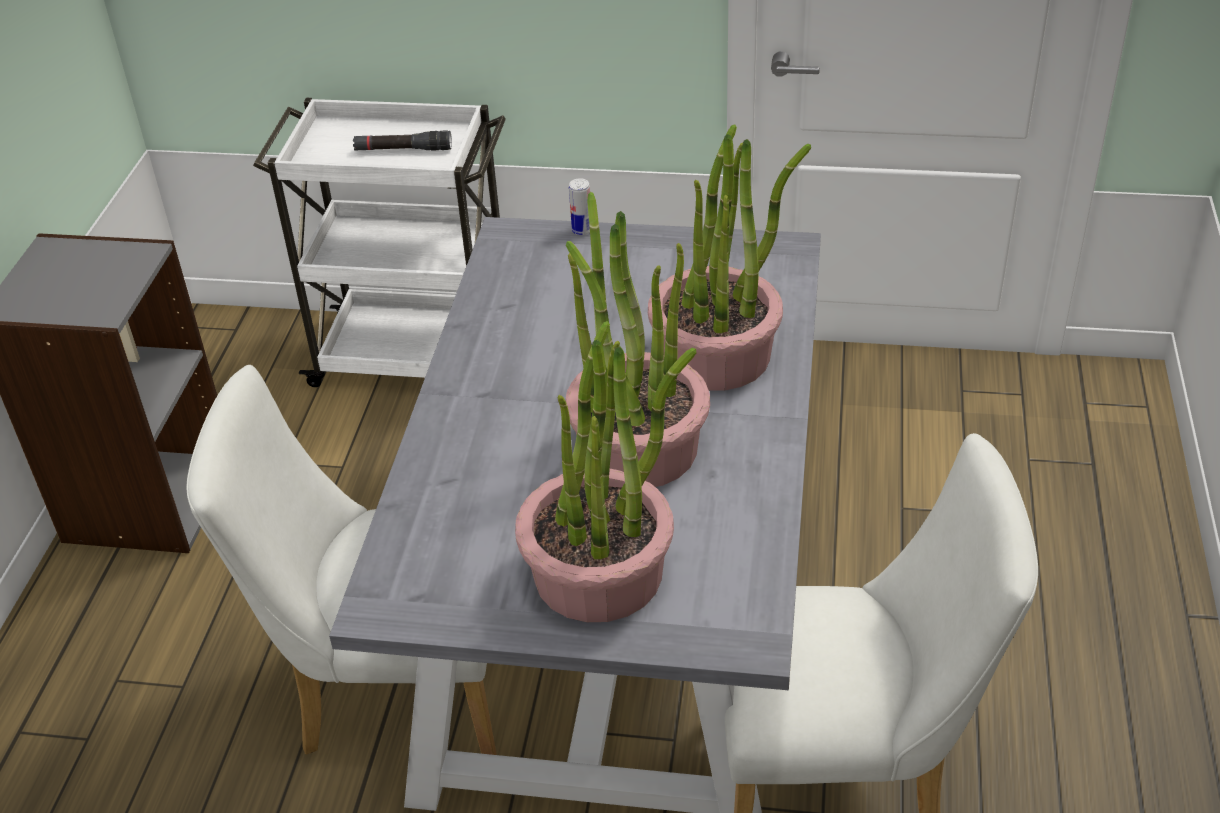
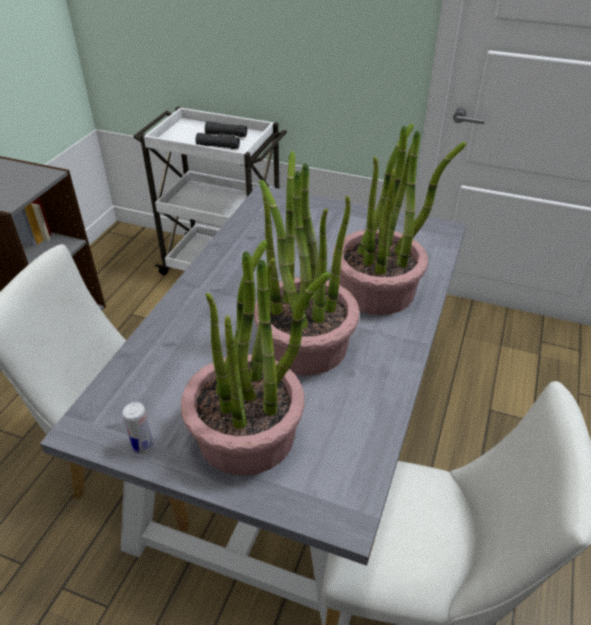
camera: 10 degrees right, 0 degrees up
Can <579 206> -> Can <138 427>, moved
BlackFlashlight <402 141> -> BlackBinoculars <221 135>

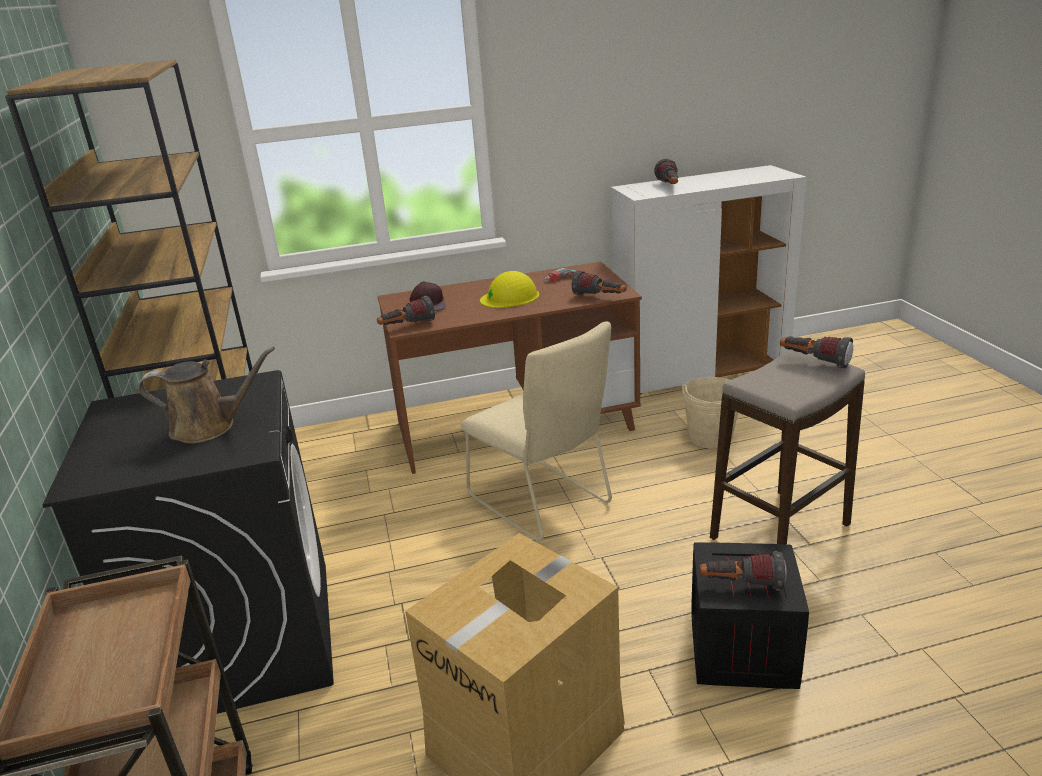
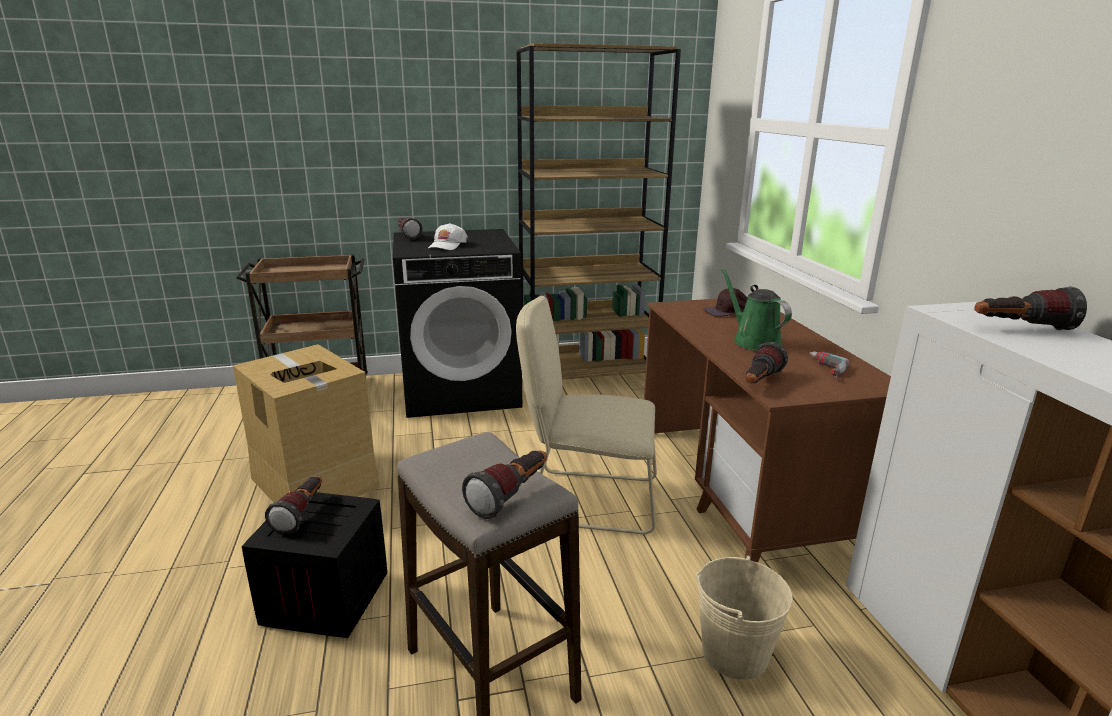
camera: 90 degrees right, 5 degrees down
Flashlight <406 310> -> Flashlight <410 229>, moved
BrownWateringCan <206 395> -> WhiteCap <448 236>
BeigeChair <536 432> -> BeigeChair <586 415>, 45 degrees clockwise
YellowHardHat <509 289> -> GreenWateringCan <756 309>

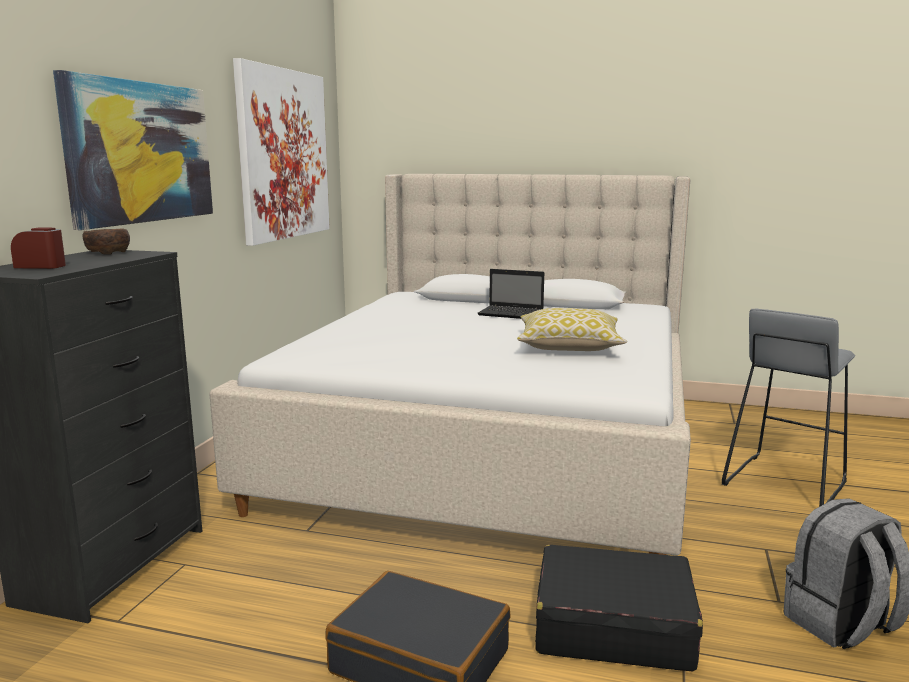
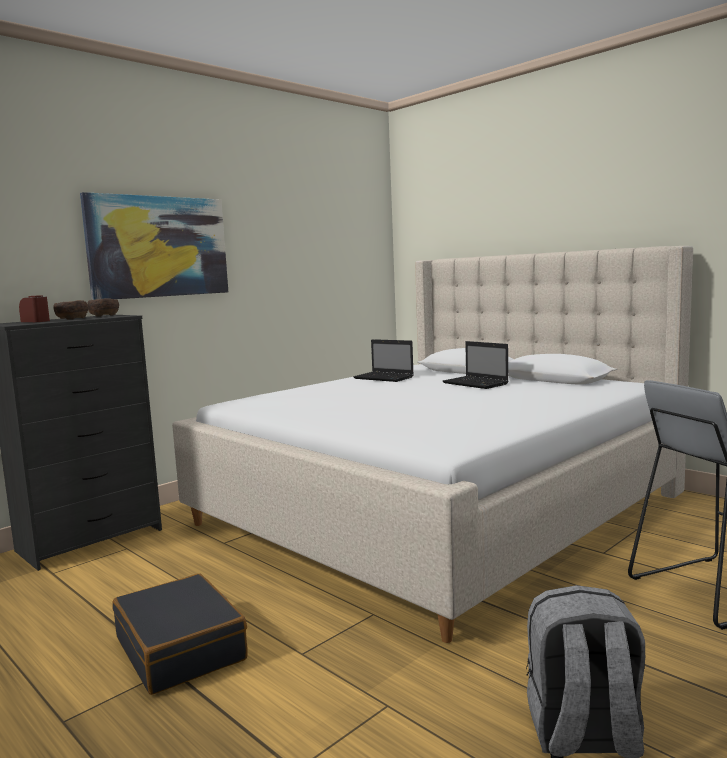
camera: 30 degrees right, 5 degrees down
none -> BrownBowl <70 310>
none -> Laptop <383 360>
Picture <281 152> -> none
Pillow <572 329> -> none
BlackSuitcase <619 608> -> none

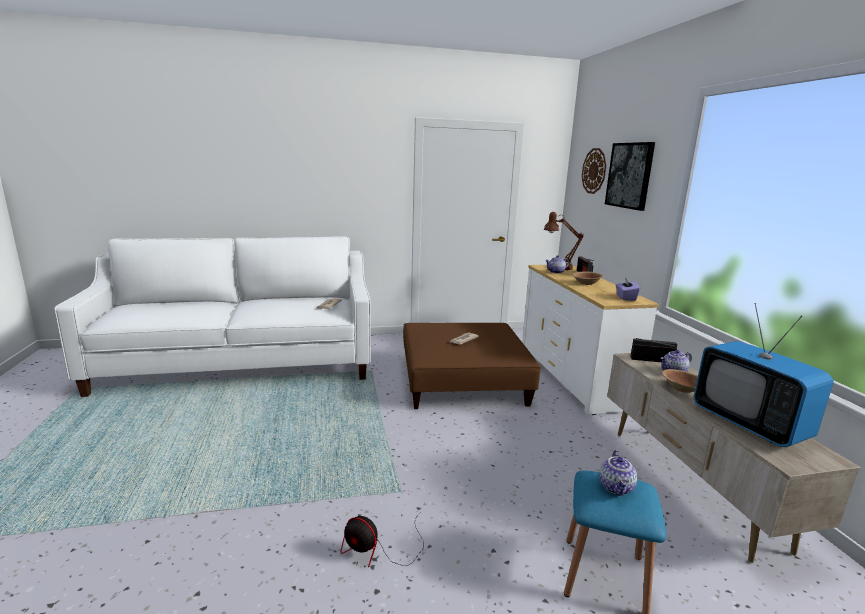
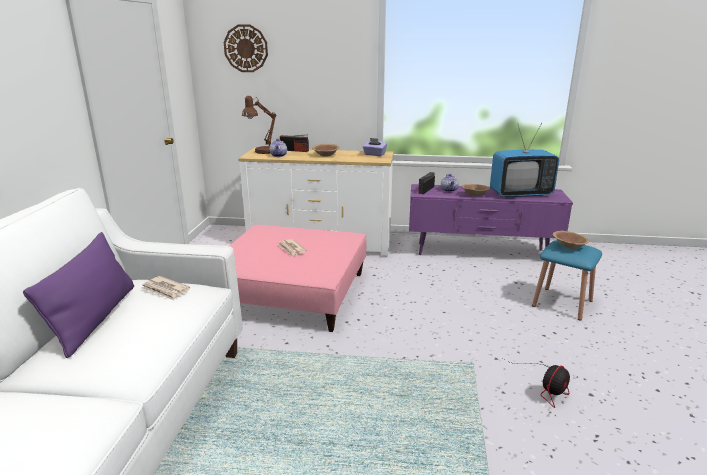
camera: 70 degrees left, 5 degrees up
none -> PurplePillow <78 295>
BrownOttoman <472 366> -> PinkOttoman <298 278>
BeigeTvStand <734 458> -> PurpleTvStand <491 219>
Teapot <618 473> -> BrownBowl <571 240>
Picture <630 176> -> none

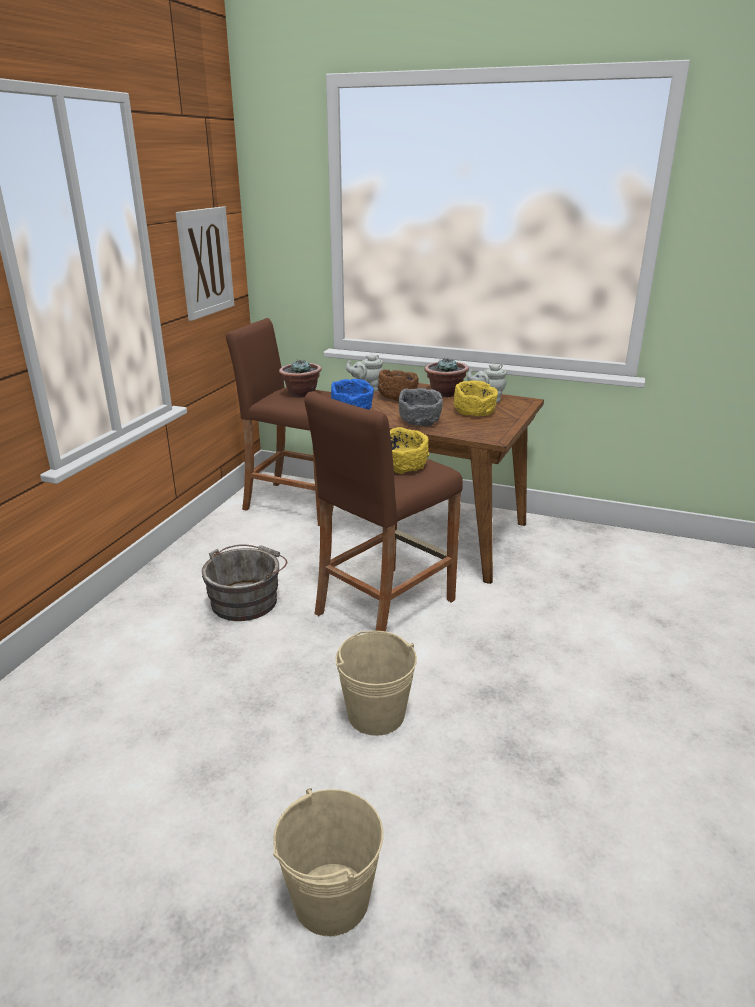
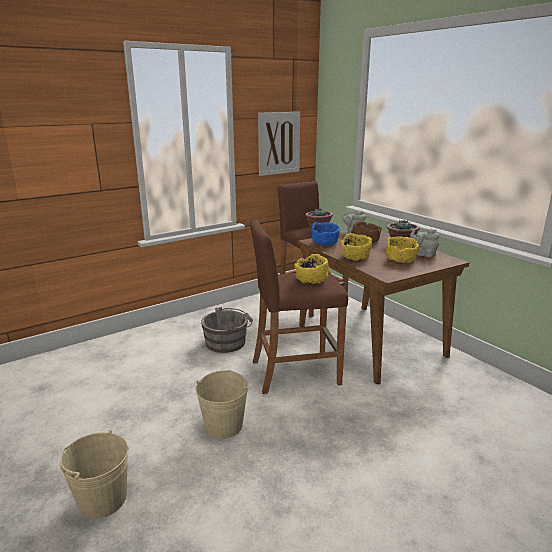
camera: 35 degrees right, 5 degrees down
GreyBowl <421 407> -> YellowBowl <356 247>

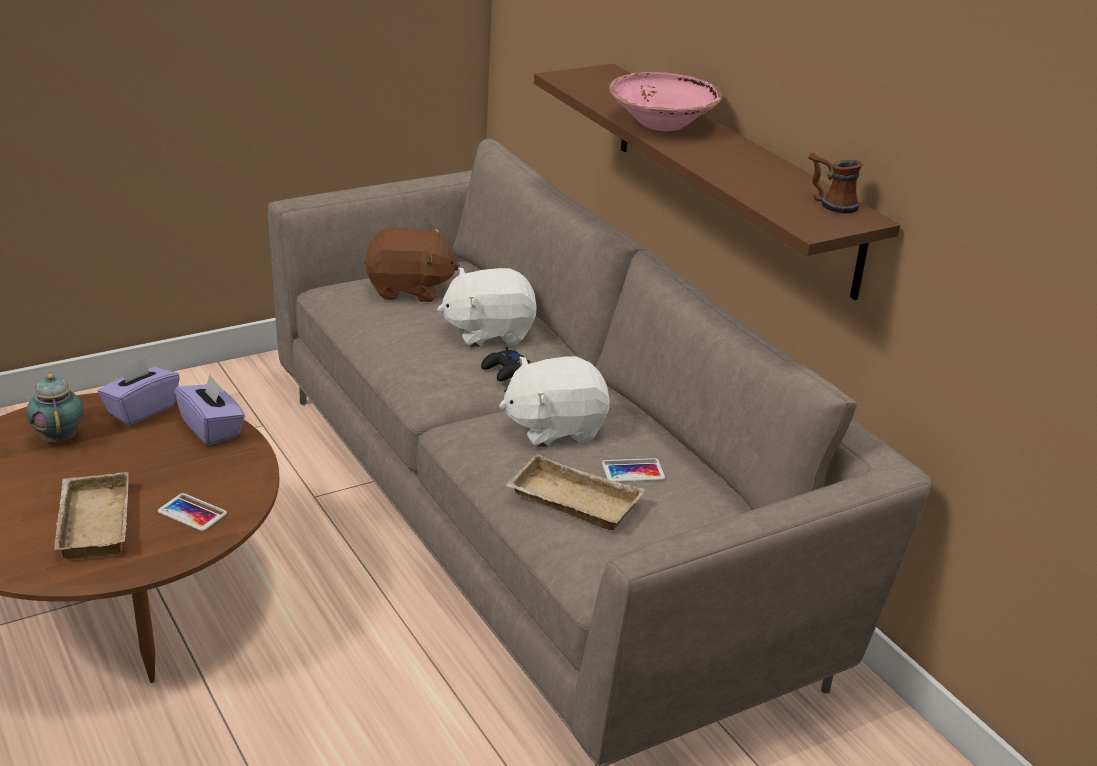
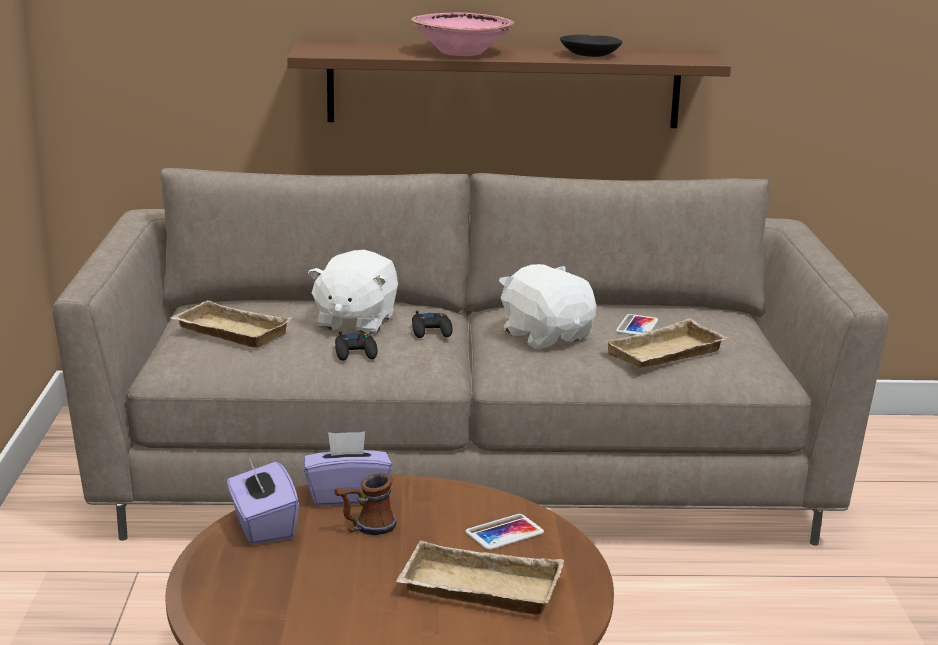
camera: 60 degrees left, 10 degrees down
BrownPlushToy <412 264> -> BeigeTray <231 324>
Mug <836 183> -> Mug <365 504>, moved
none -> BlackGameController <356 346>
WhitePlushToy <554 401> -> WhitePlushToy <548 306>, 135 degrees clockwise
none -> BlackBowl <591 46>
Teapot <55 408> -> none

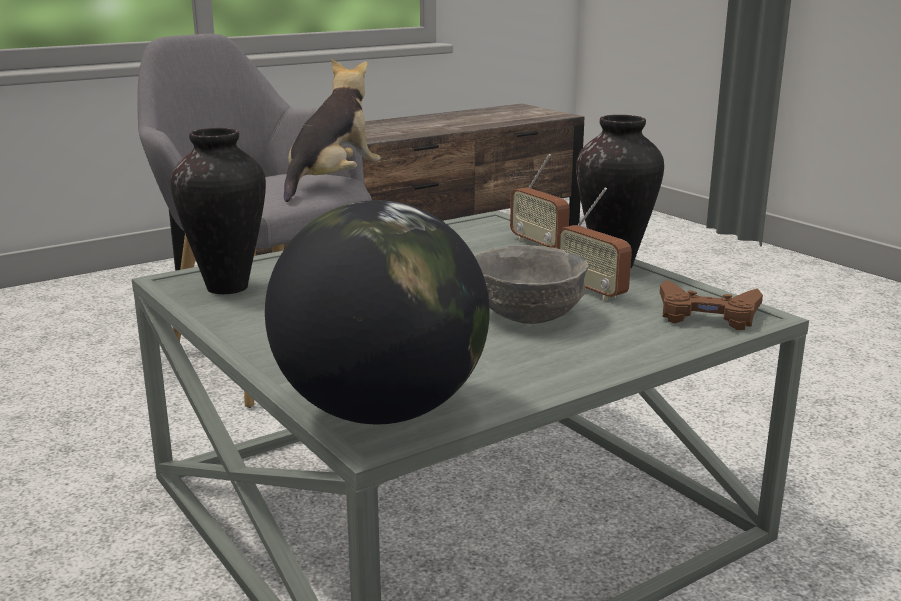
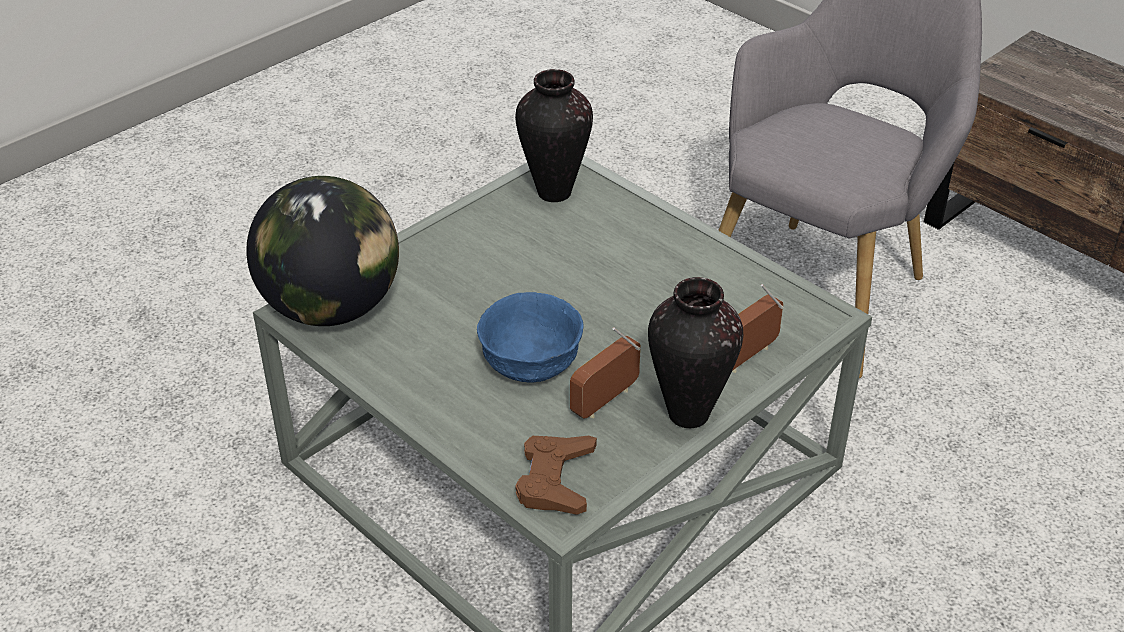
camera: 80 degrees right, 20 degrees up
GreyBowl <532 284> -> BlueBowl <530 337>
PlushToy <332 130> -> none

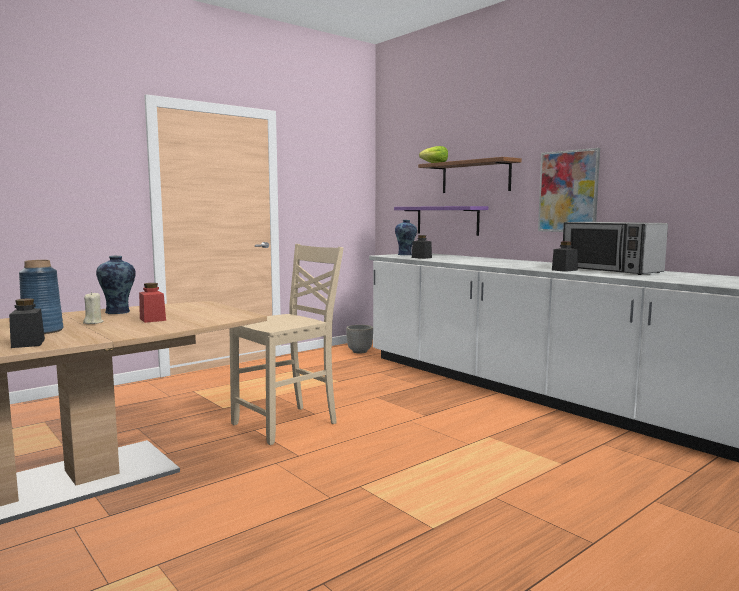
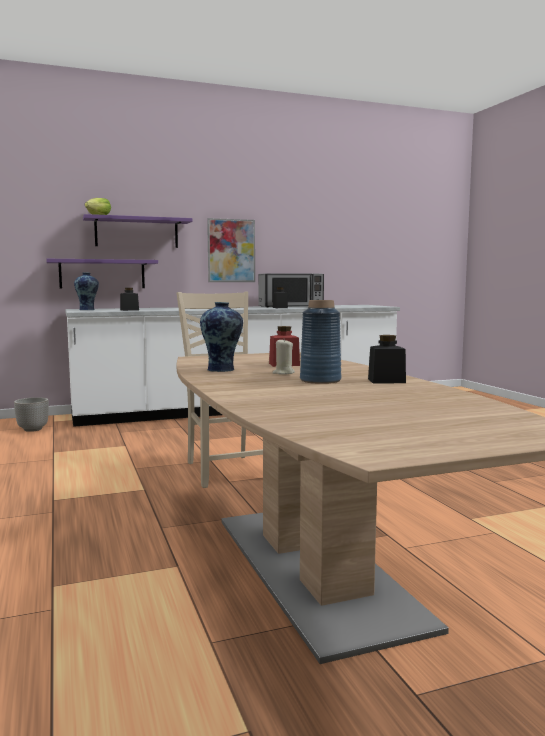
camera: 70 degrees left, 0 degrees up
BrownShelf <470 175> -> PurpleShelf <138 231>

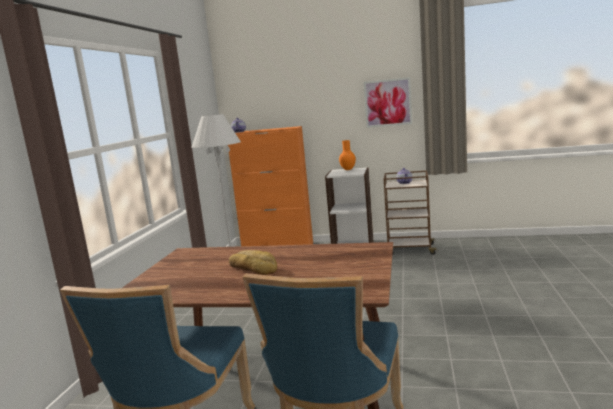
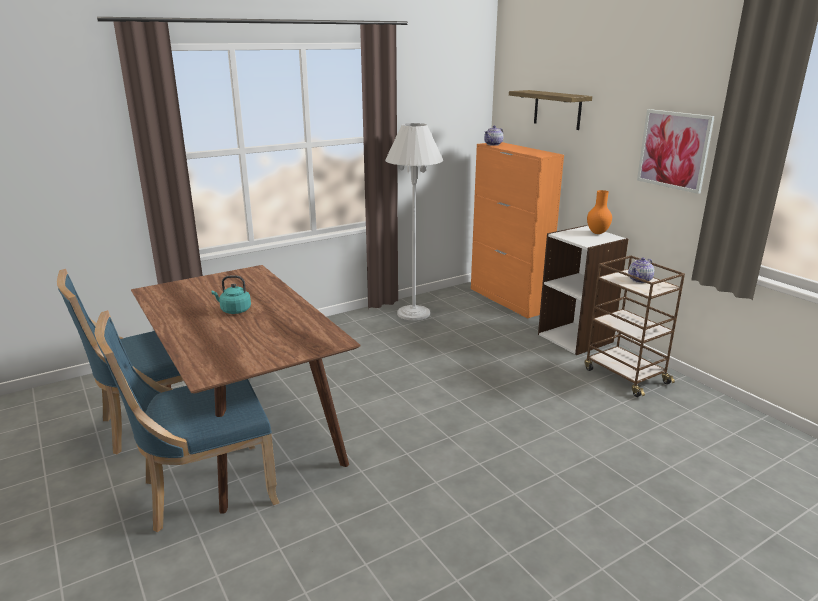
camera: 45 degrees right, 10 degrees up
Bread <253 262> -> TurquoiseKettle <231 294>
none -> Shelf <550 110>

